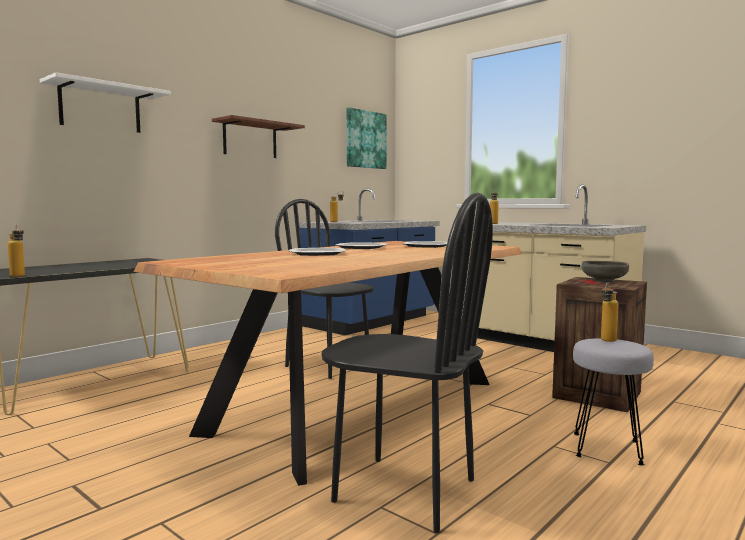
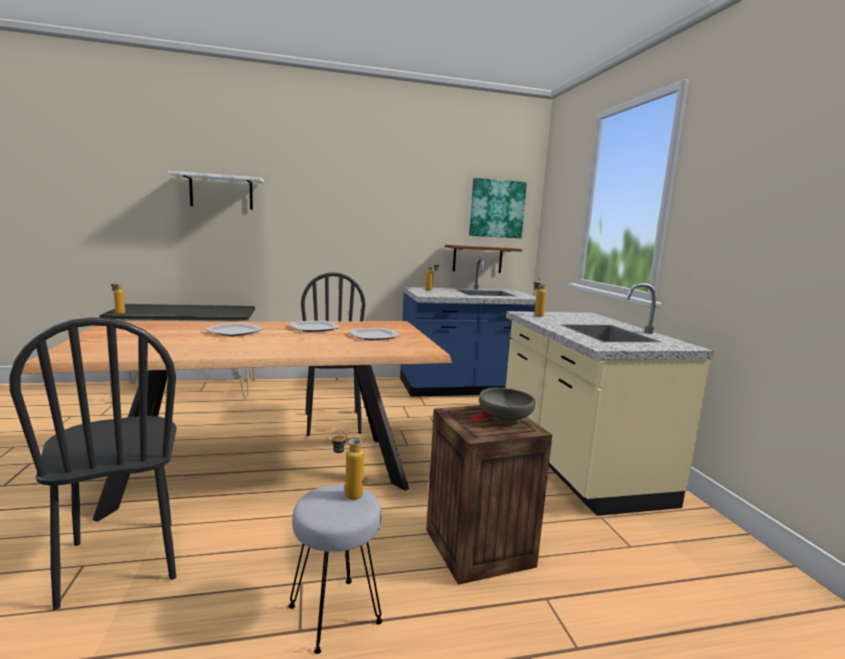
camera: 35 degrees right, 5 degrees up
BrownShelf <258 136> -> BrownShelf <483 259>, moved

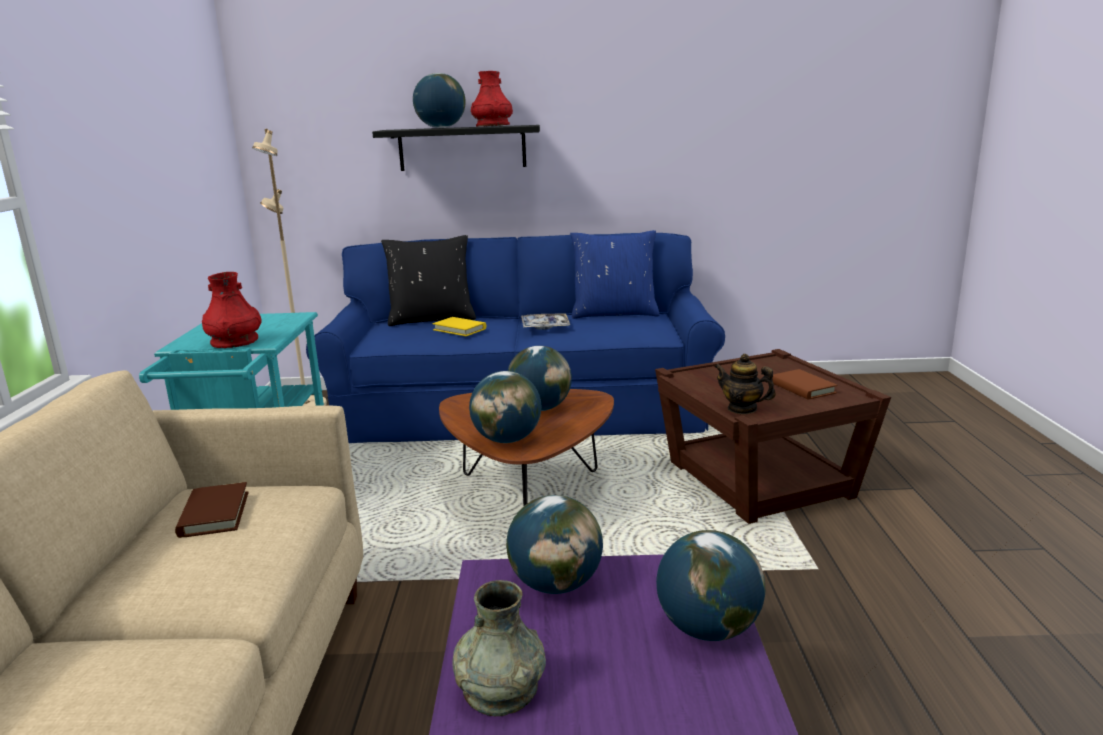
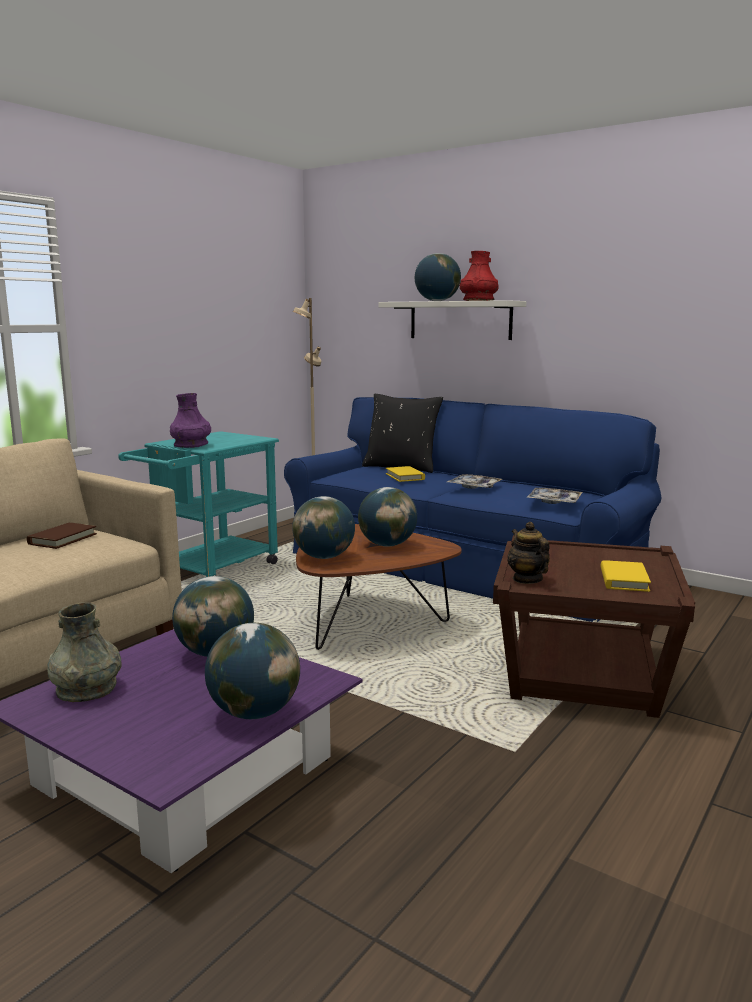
camera: 35 degrees right, 5 degrees down
RedVase <232 310> -> PurpleVase <190 420>
BlackShelf <456 148> -> WhiteShelf <452 320>
none -> Tray <554 496>
BrownBook <805 384> -> YellowBook <625 576>
BluePillow <615 274> -> none

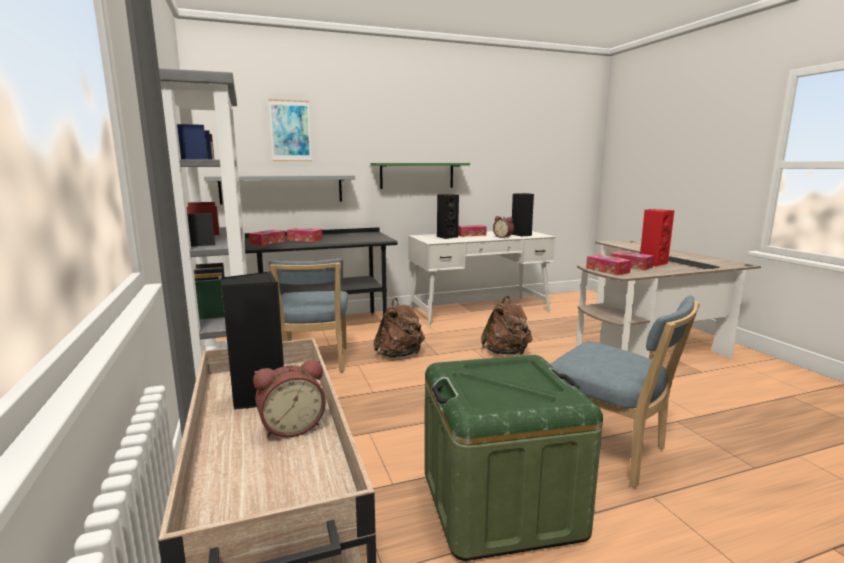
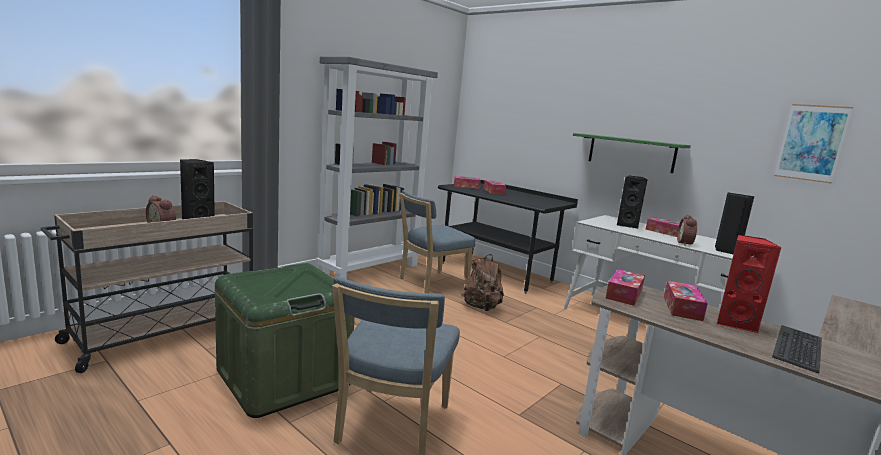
camera: 60 degrees right, 0 degrees up
Picture <290 130> -> Picture <813 144>, moved
GreyShelf <279 190> -> none
BrownBackpack <507 325> -> none

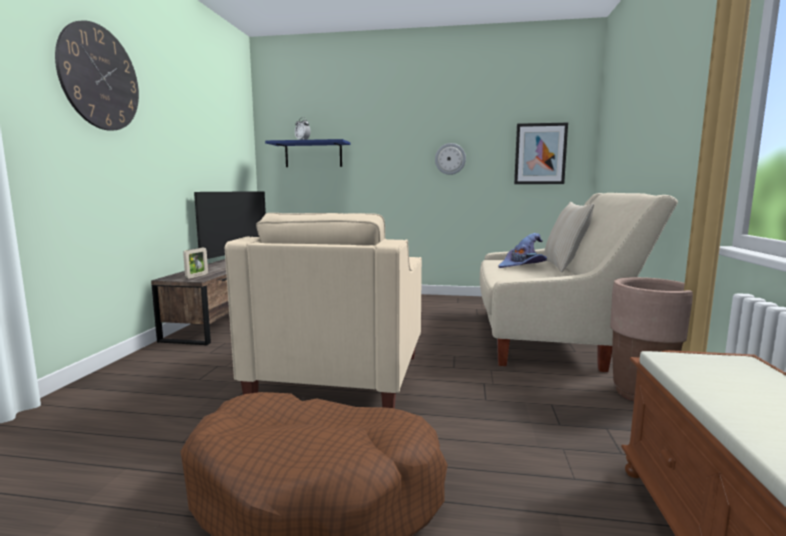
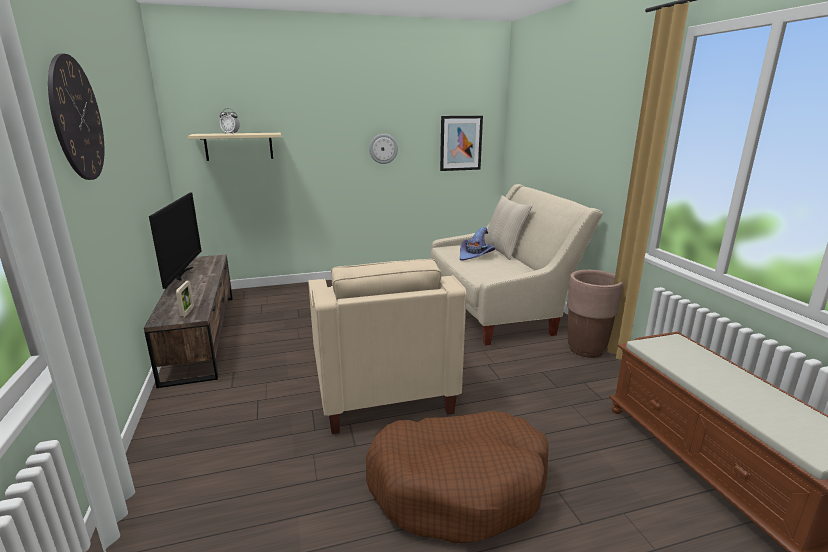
camera: 25 degrees left, 10 degrees up
BlueShelf <307 153> -> BeigeShelf <234 147>

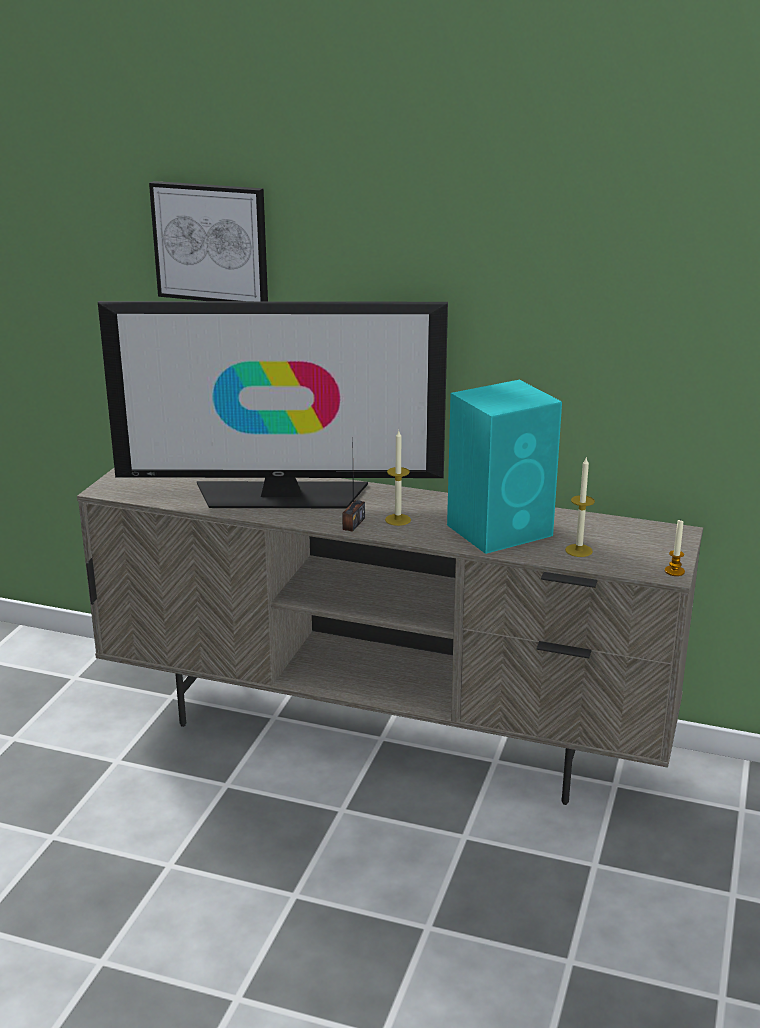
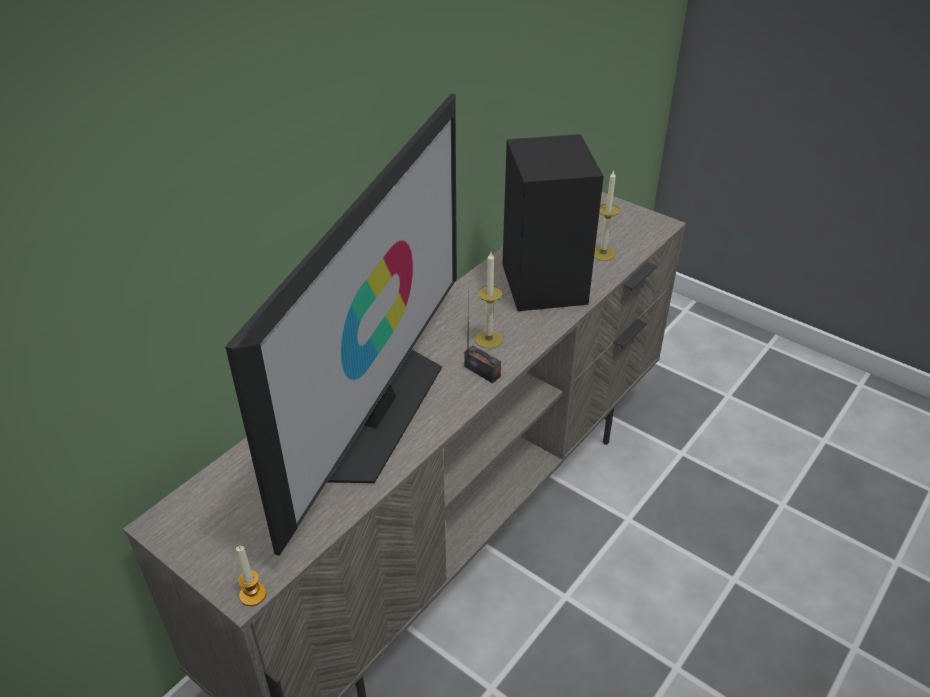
camera: 70 degrees left, 15 degrees up
Candle <675 548> -> Candle <251 576>, moved
TurquoiseSpeaker <504 467> -> BlackSpeaker <553 222>
Picture <208 241> -> none

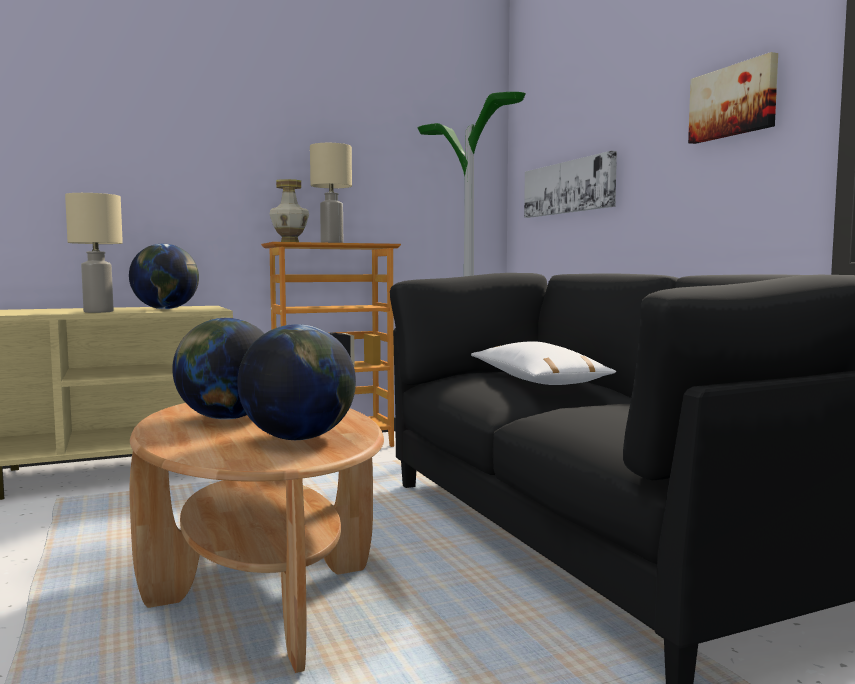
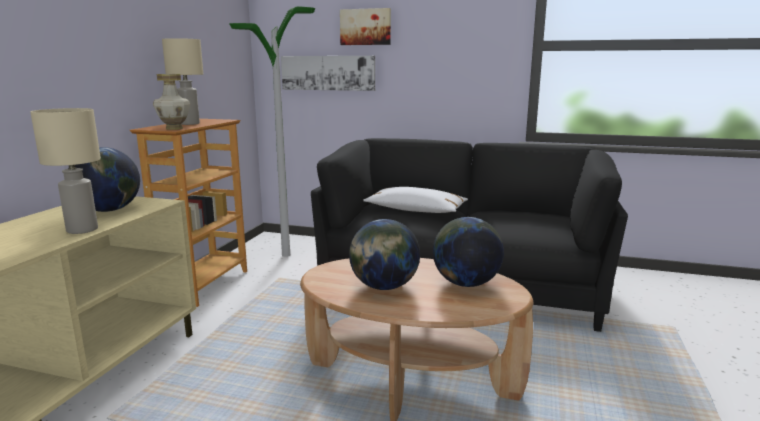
camera: 50 degrees left, 10 degrees up
Picture <733 98> -> Picture <365 26>, moved

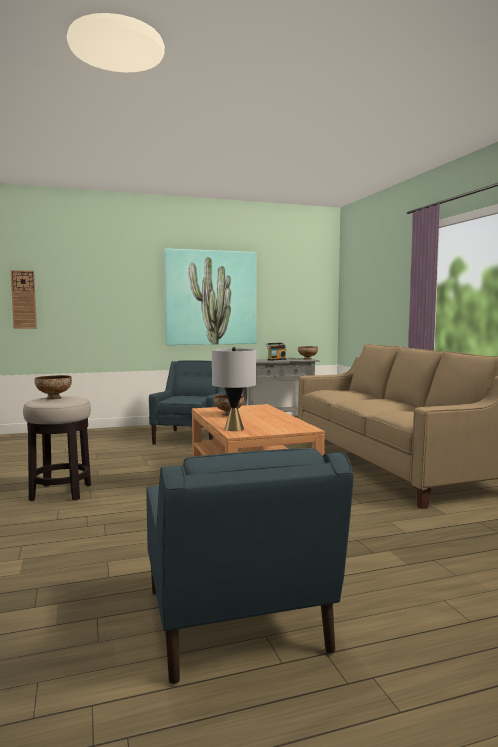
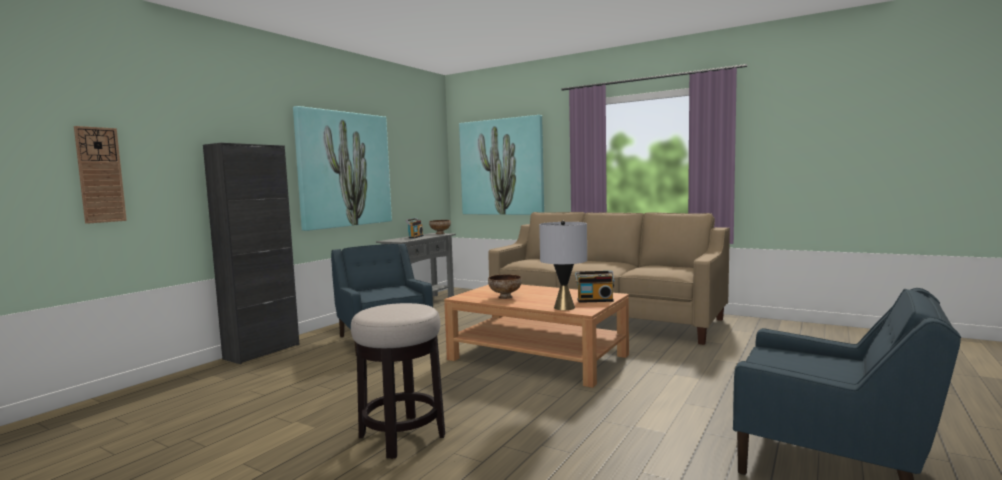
camera: 40 degrees left, 0 degrees up
none -> BlackCabinet <251 253>
none -> Picture <501 165>
none -> Radio <595 287>
Bowl <53 387> -> none

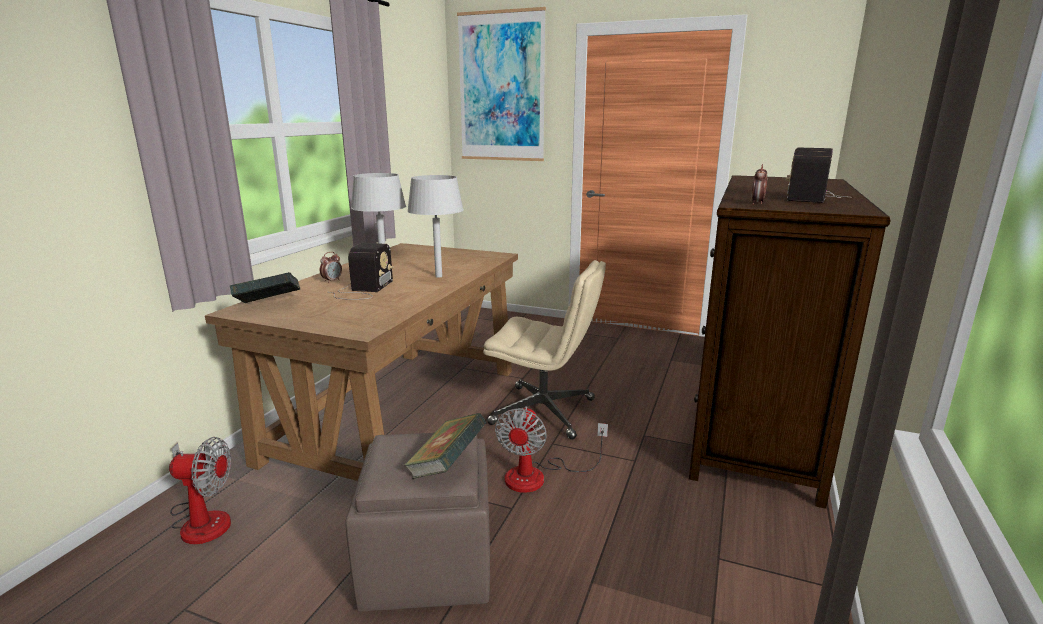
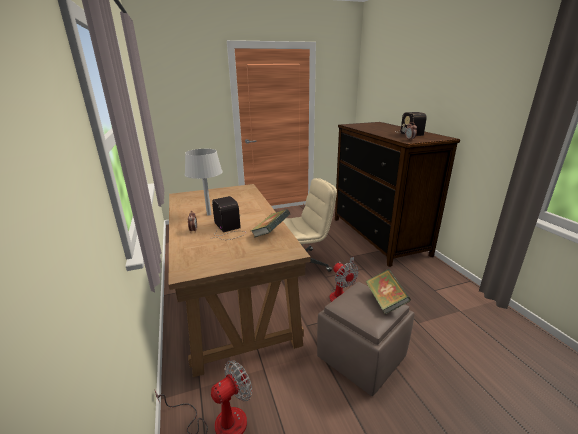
camera: 40 degrees left, 5 degrees up
Book <265 287> -> Book <270 223>, moved
GreyTableLamp <435 226> -> none
Picture <501 84> -> none

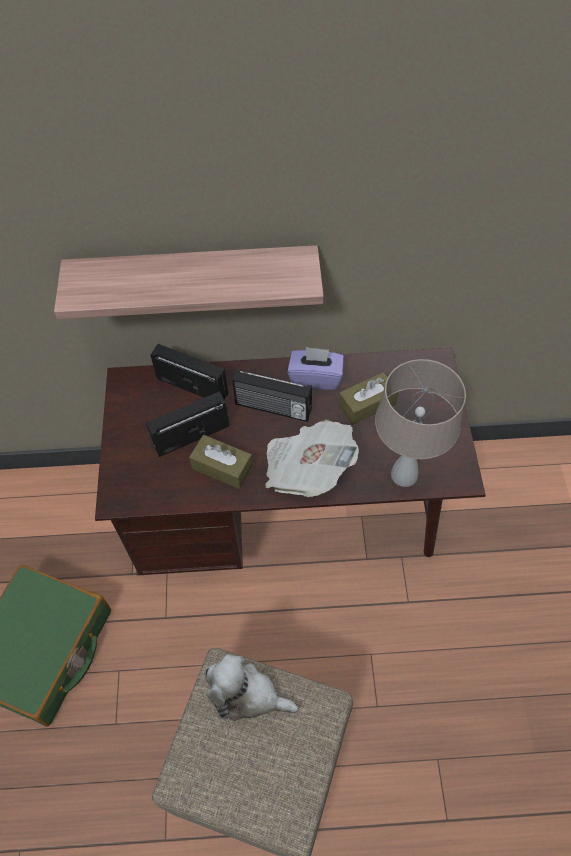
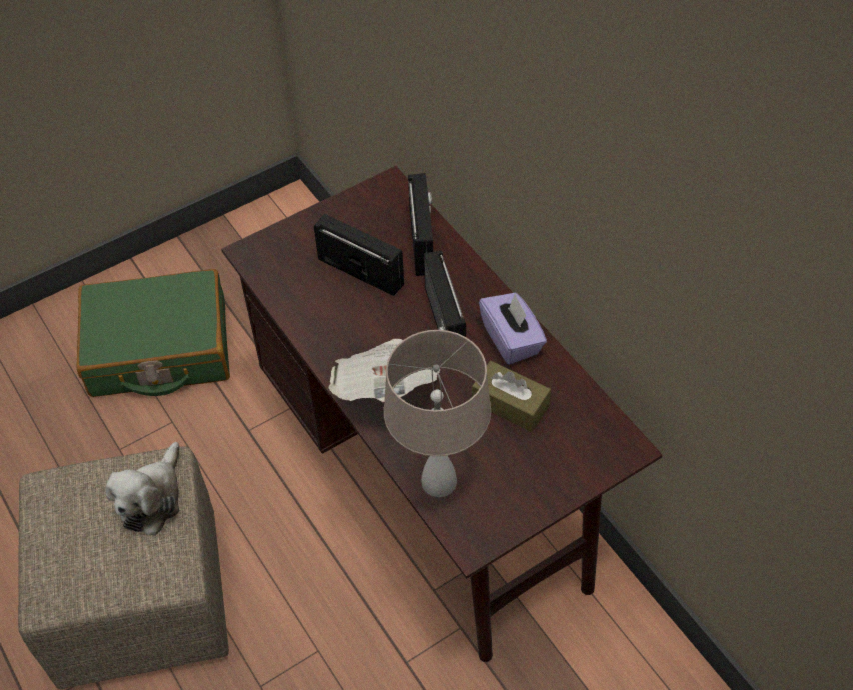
camera: 60 degrees right, 5 degrees down
PlushToy <252 687> -> PlushToy <142 489>, 150 degrees counterclockwise
Shelf <189 282> -> none
BrownTissueBox <221 462> -> none

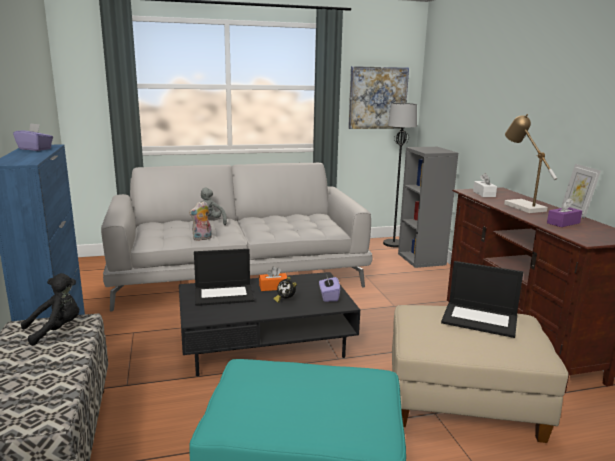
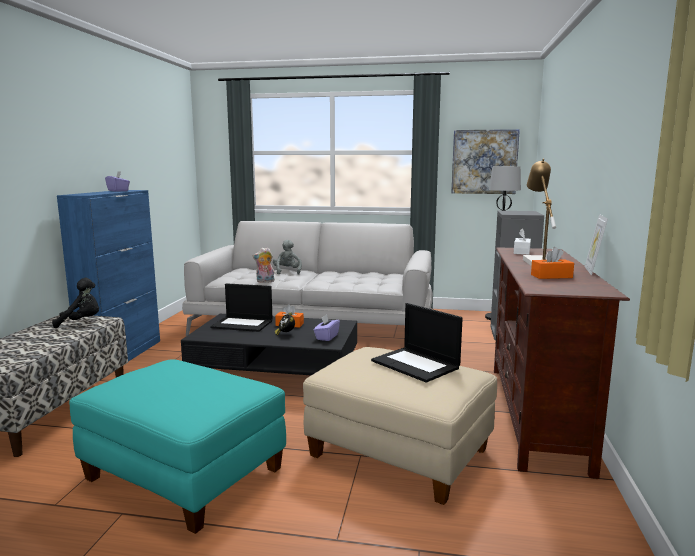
camera: 25 degrees right, 5 degrees down
PurpleTissueBox <564 212> -> OrangeTissueBox <552 263>

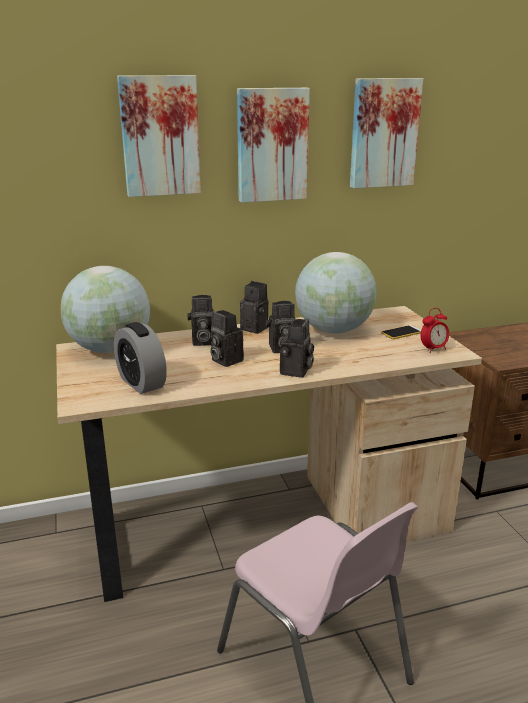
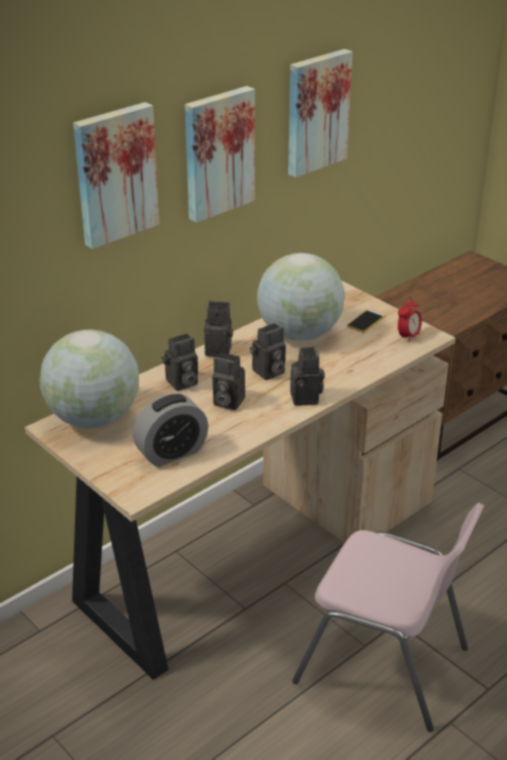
camera: 25 degrees left, 10 degrees up
AlarmClock <140 358> -> AlarmClock <170 430>, 60 degrees counterclockwise

